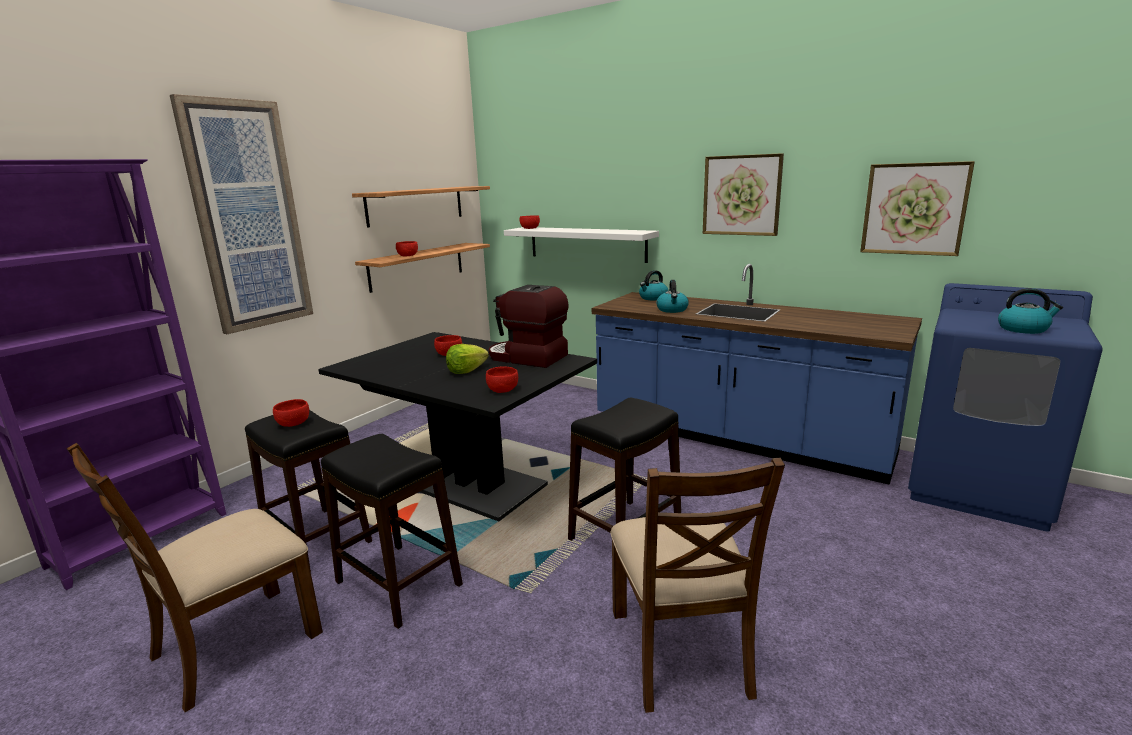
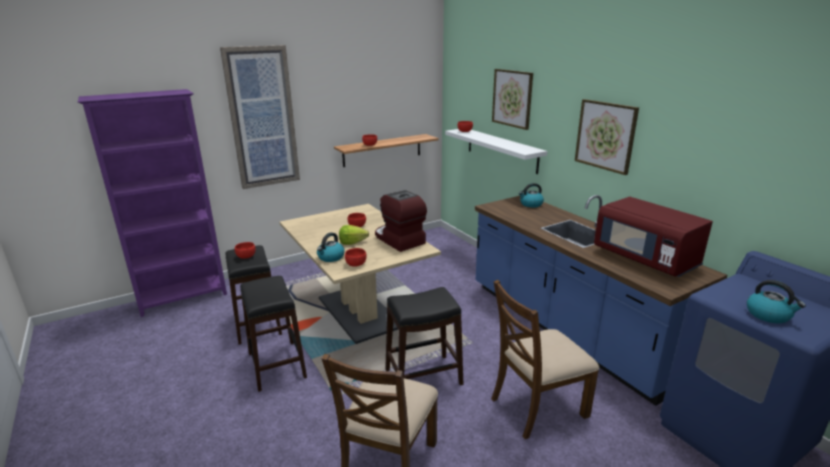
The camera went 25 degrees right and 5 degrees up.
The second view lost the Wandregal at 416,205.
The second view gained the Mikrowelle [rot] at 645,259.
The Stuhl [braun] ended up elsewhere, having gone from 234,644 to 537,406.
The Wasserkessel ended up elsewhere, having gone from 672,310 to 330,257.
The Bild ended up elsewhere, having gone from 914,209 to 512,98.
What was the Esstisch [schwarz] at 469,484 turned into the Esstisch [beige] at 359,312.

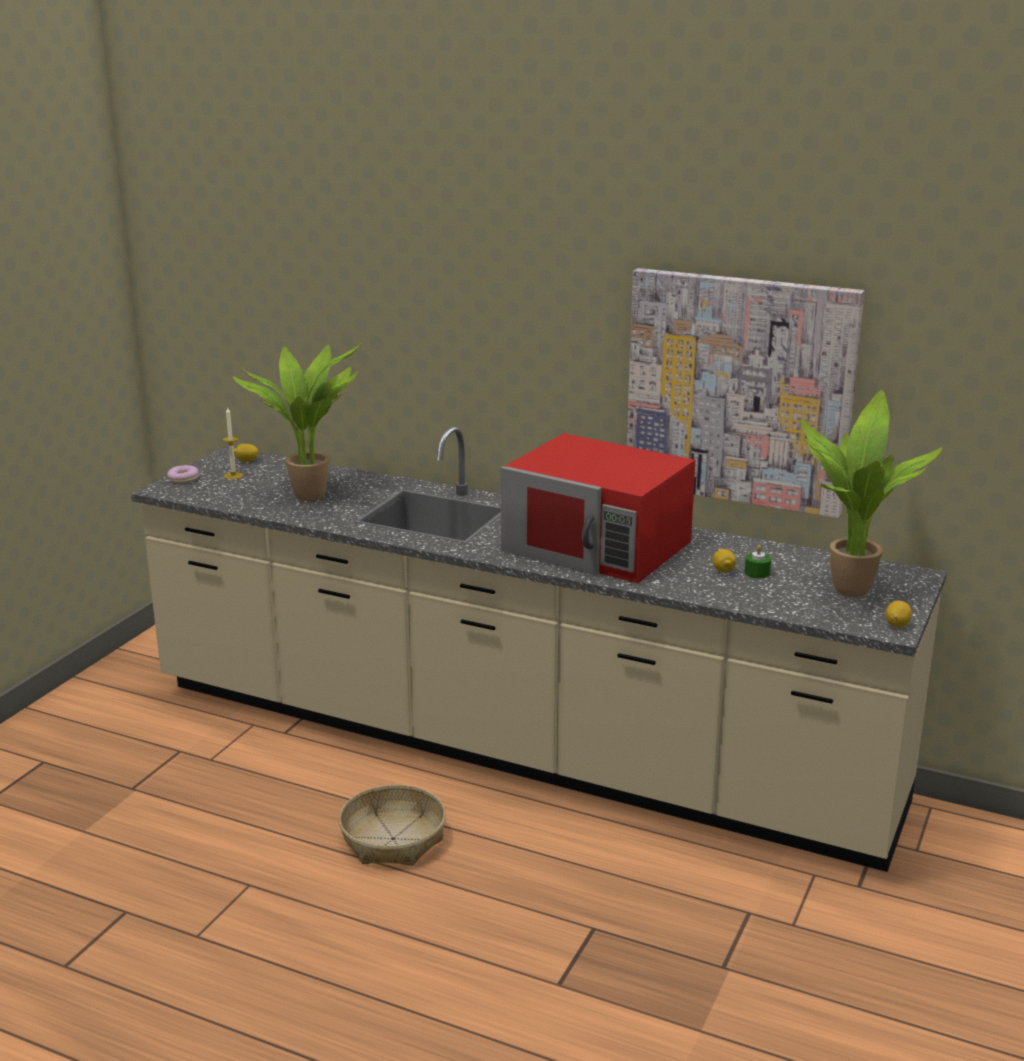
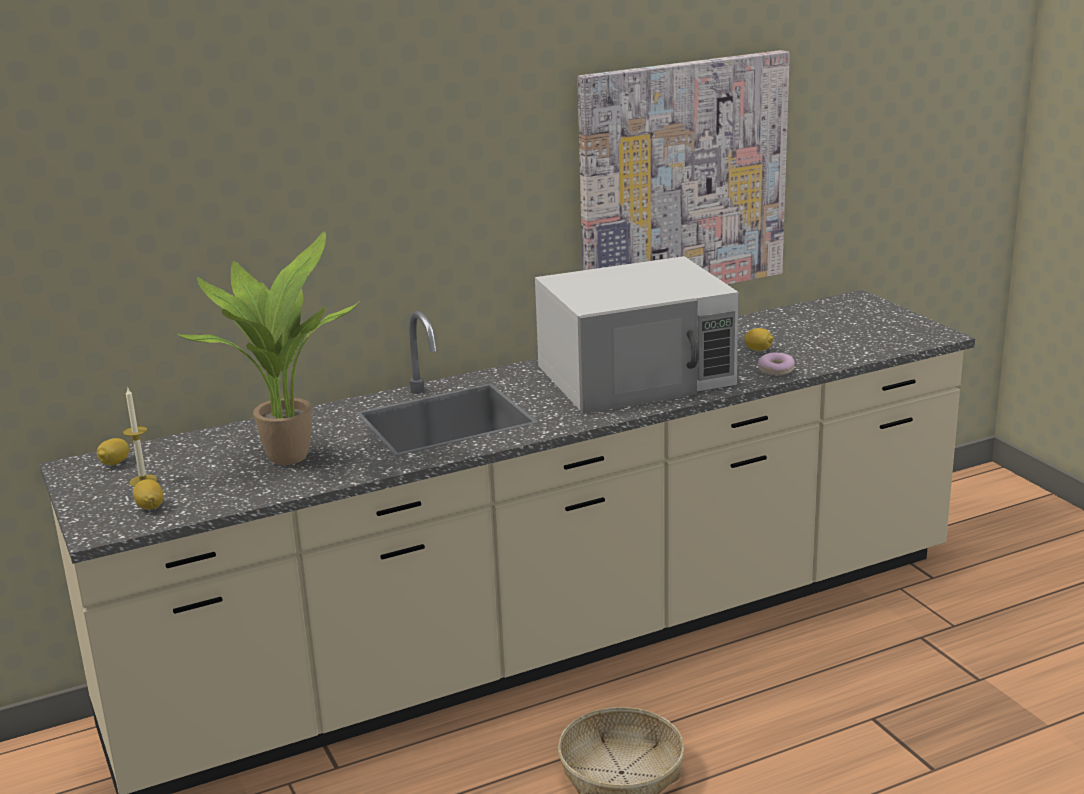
The camera went 50 degrees left and 0 degrees up.
The second view lost the Kerze [grün] at 757,573.
The second view lost the Topfpflanze at 845,589.
The Donut ended up elsewhere, having gone from 183,479 to 775,370.
The Zitrone ended up elsewhere, having gone from 897,624 to 150,507.
What was the Mikrowelle [rot] at 598,546 turned into the Mikrowelle [weiß] at 637,375.

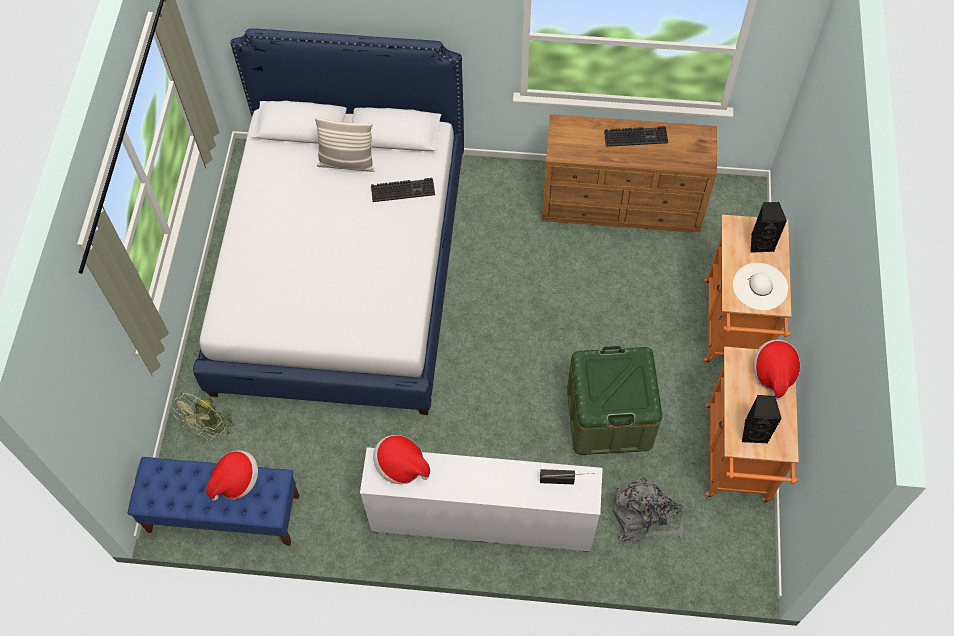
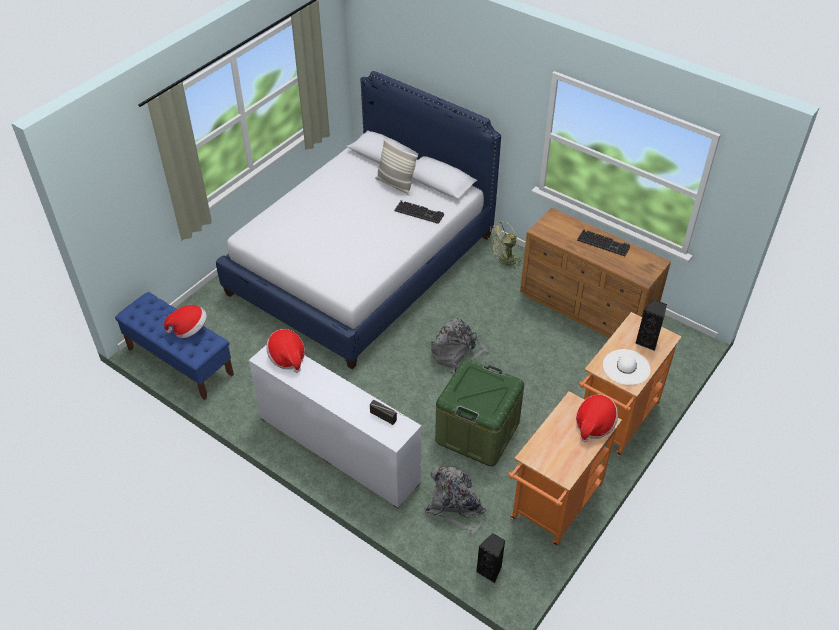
The camera went 30 degrees right and 15 degrees down.
The second view gained the Rucksack [grau] at 456,354.
The Ventilator [grün] ended up elsewhere, having gone from 211,429 to 504,262.
The Lautsprecher [schwarz] ended up elsewhere, having gone from 754,432 to 490,570.

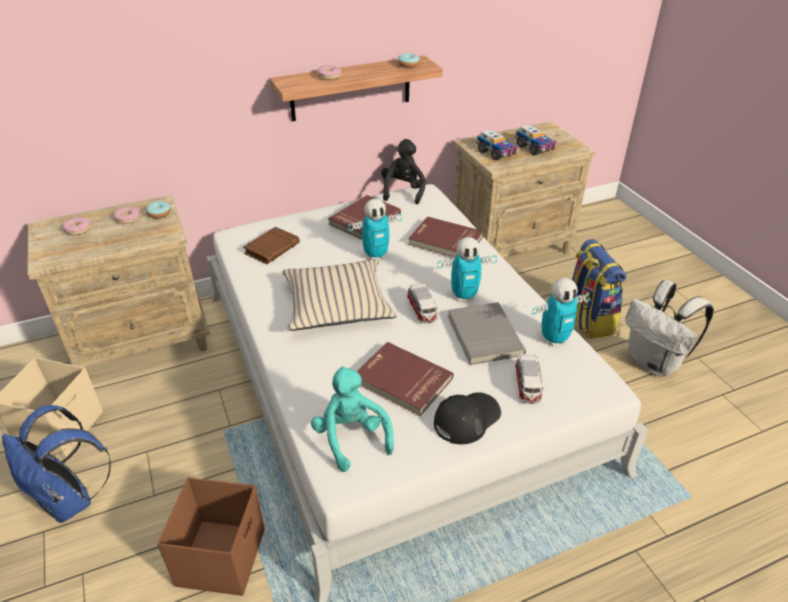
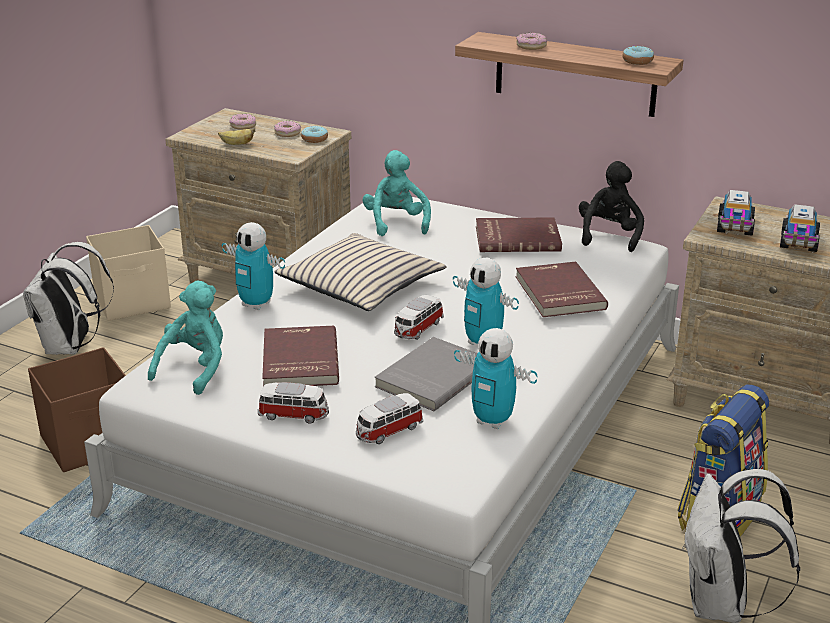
The camera went 50 degrees right and 10 degrees down.
The second view gained the Banane at 236,144.
The Spielzeugroboter ended up elsewhere, having gone from 376,255 to 256,304.
Where the Buch [braun] stood at 272,248, the Plüschtier [türkis] came to stand at 396,223.
Where the Kappe [schwarz] stood at 467,418, the Spielzeugauto came to stand at 294,415.
What was the Rucksack [blau] at 70,500 turned into the Rucksack [weiß] at 71,347.
The Plüschtier [schwarz] at 403,191 ended up facing another way, 45 degrees counterclockwise from before.

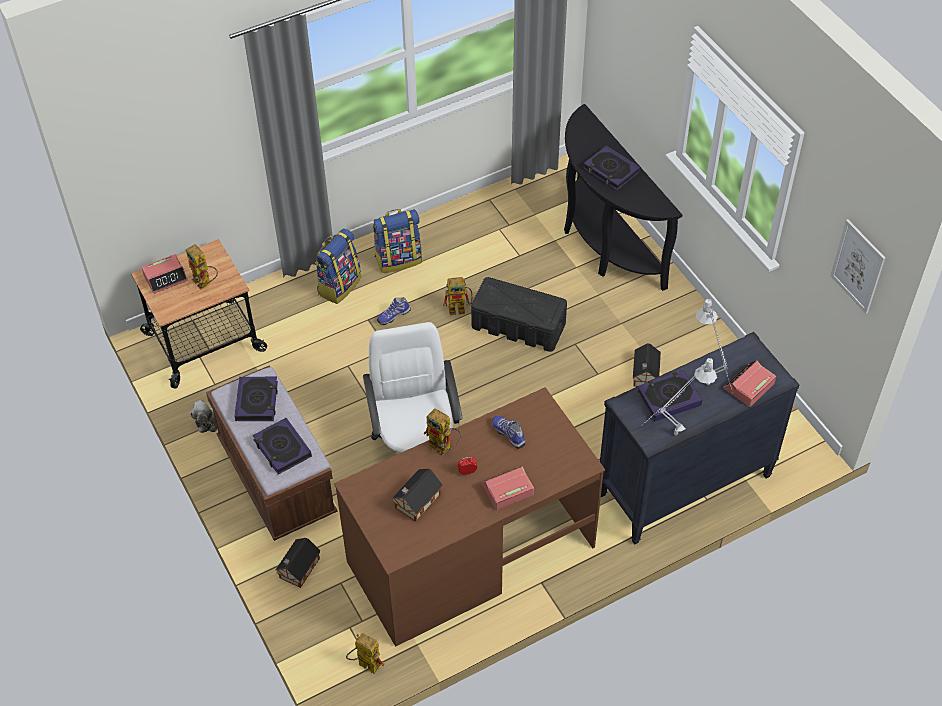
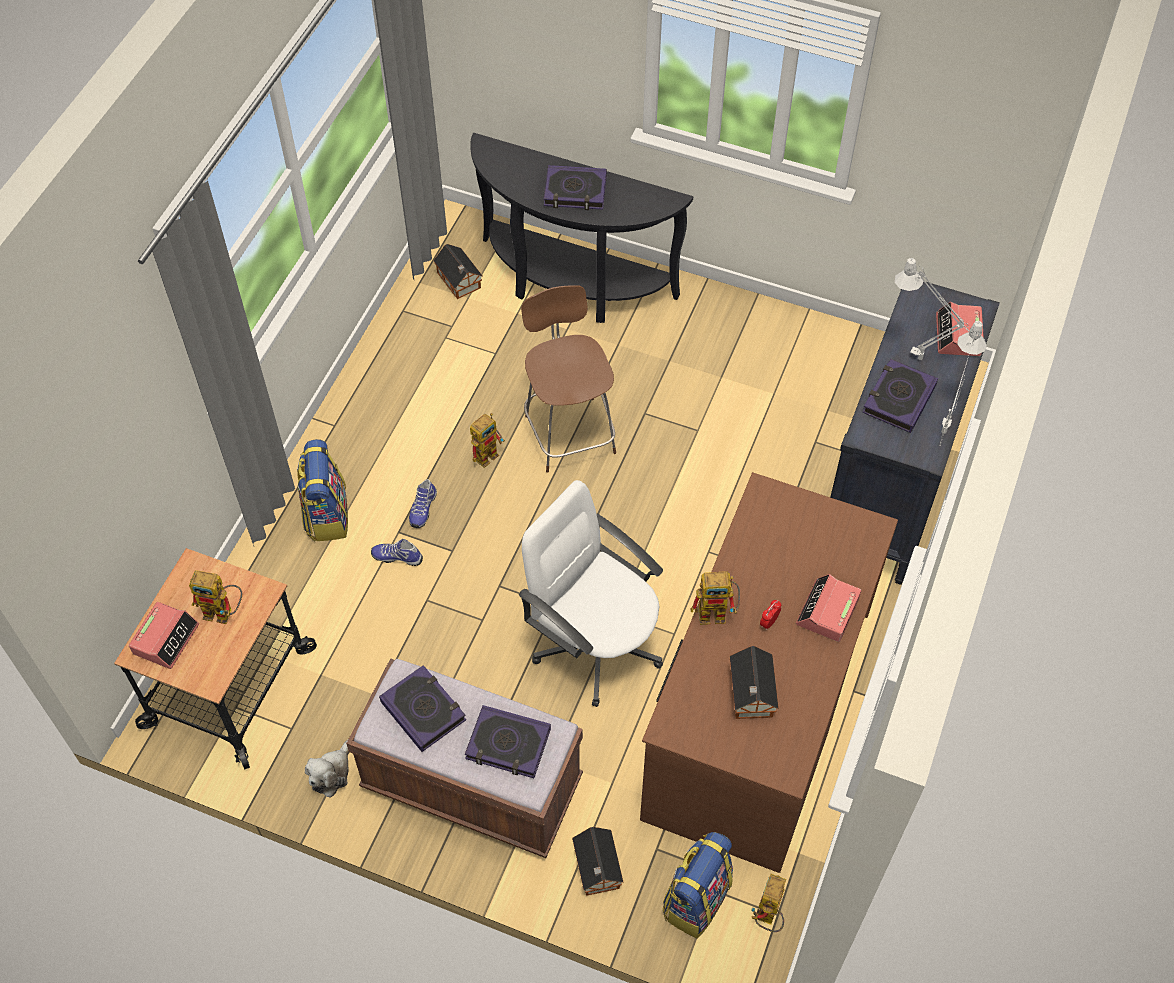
The camera went 40 degrees left and 5 degrees up.
The second view lost the Bild at 858,266.
The Rucksack ended up elsewhere, having gone from 398,259 to 696,899.
The Schuh ended up elsewhere, having gone from 509,433 to 397,556.
The Spielzeughaus ended up elsewhere, having gone from 644,375 to 459,281.
Where the Aufbewahrungsbox [schwarz] stood at 519,326, the Stuhl [braun] came to stand at 569,431.
The Spielzeugroboter at 364,664 ended up facing another way, 60 degrees counterclockwise from before.

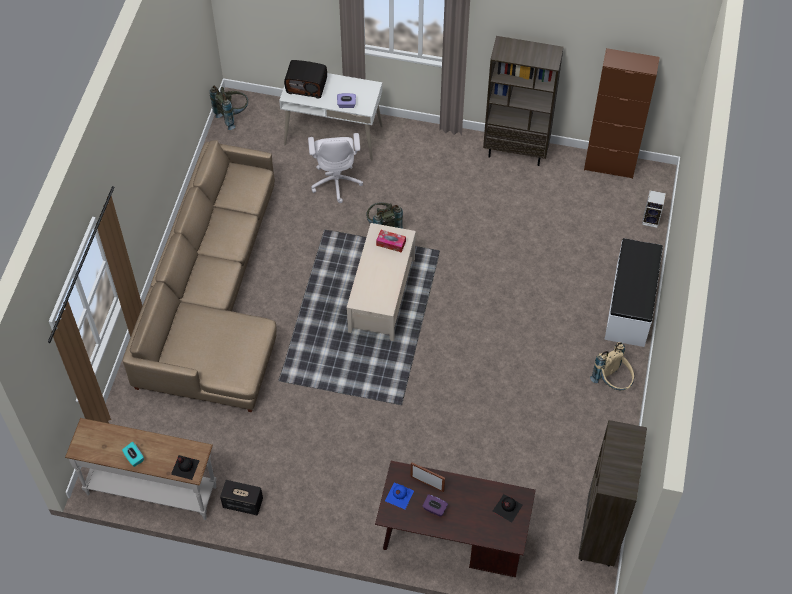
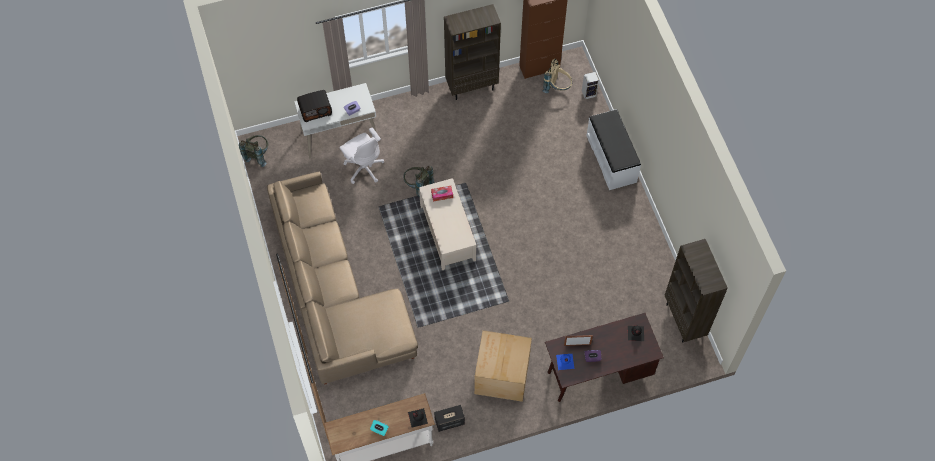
The camera went 30 degrees left and 5 degrees up.
The second view gained the Karton at 501,375.
The Rucksack [beige] ended up elsewhere, having gone from 612,382 to 557,87.

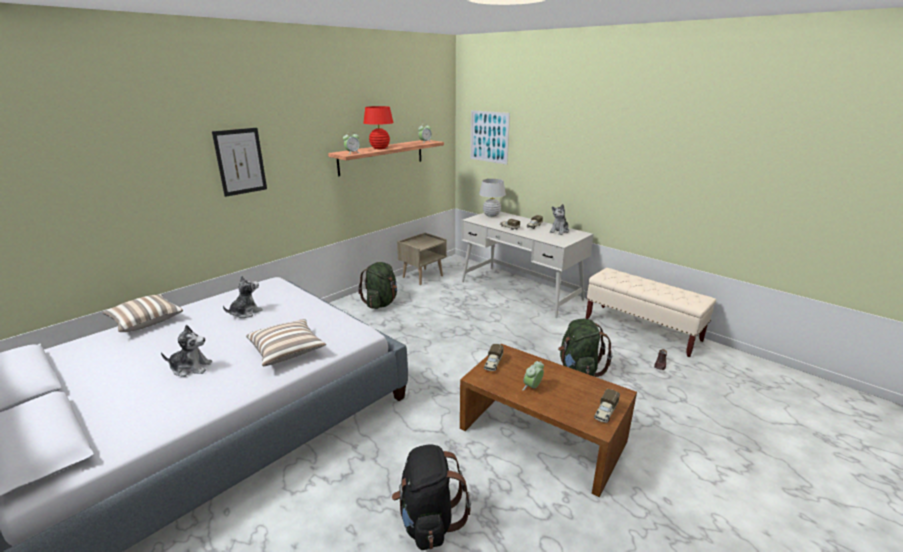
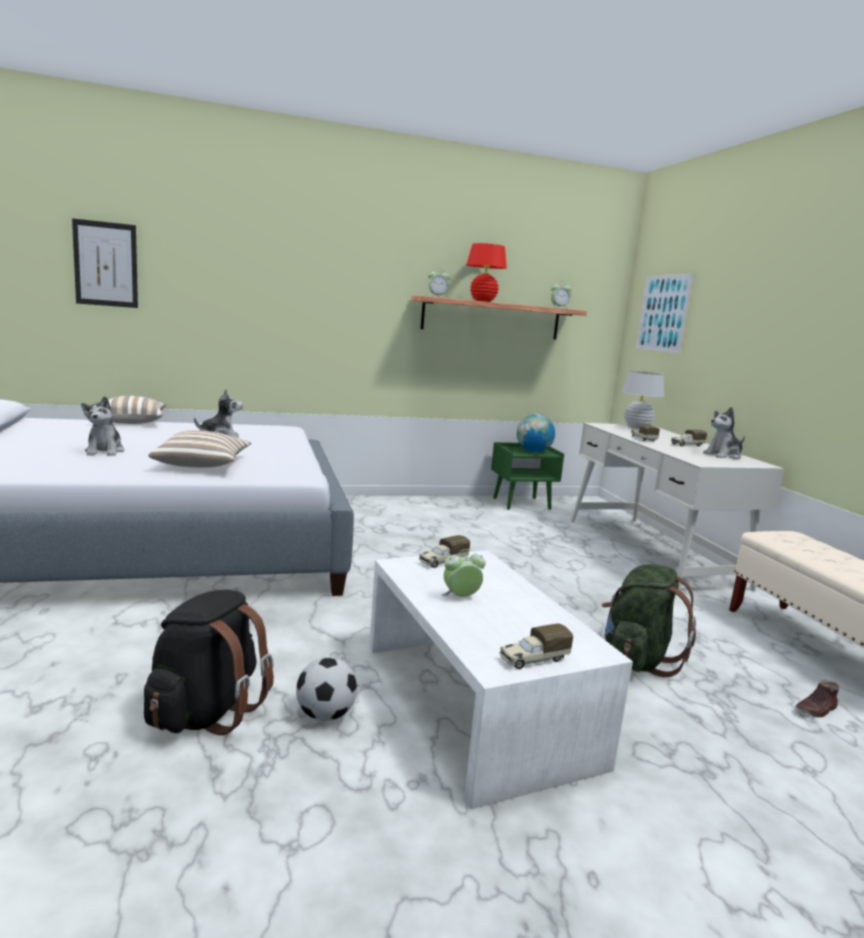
The camera went 30 degrees right and 10 degrees down.
The second view lost the Rucksack [grün] at 381,303.
The second view gained the Fußball at 325,715.
The second view gained the Globus at 533,452.
The Bild ended up elsewhere, having gone from 240,161 to 106,264.
What was the Nachttisch [beige] at 422,276 turned into the Nachttisch [grün] at 522,503.
What was the Couchtisch [braun] at 542,434 turned into the Couchtisch [weiß] at 476,701.
The Plüschtier at 191,368 ended up facing another way, 45 degrees clockwise from before.

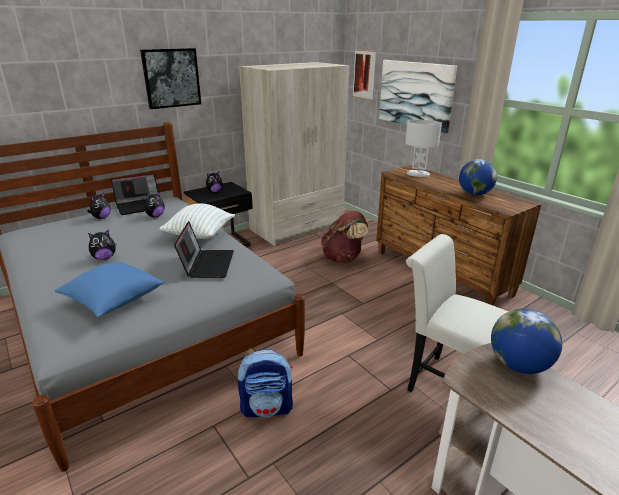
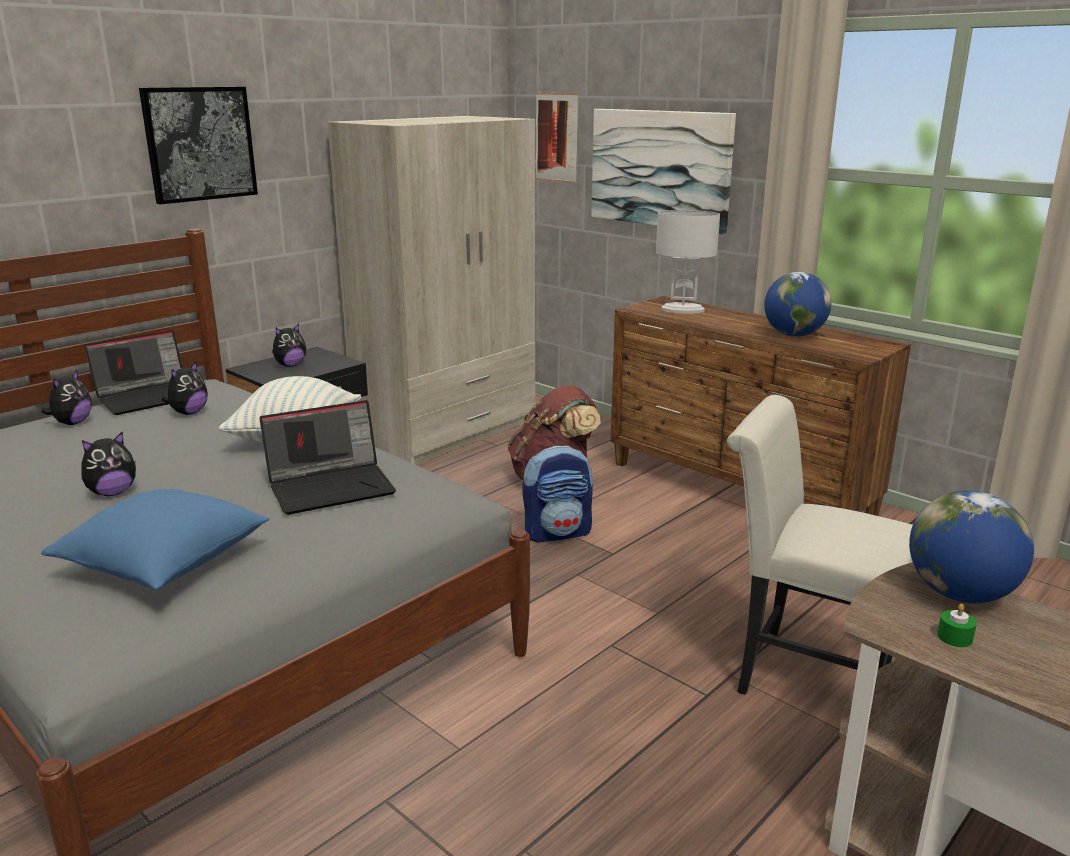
The camera went 10 degrees left and 5 degrees down.
The second view gained the Kerze [grün] at 954,637.
The Rucksack ended up elsewhere, having gone from 267,407 to 557,532.
The Laptop at 207,264 ended up facing another way, 75 degrees clockwise from before.

